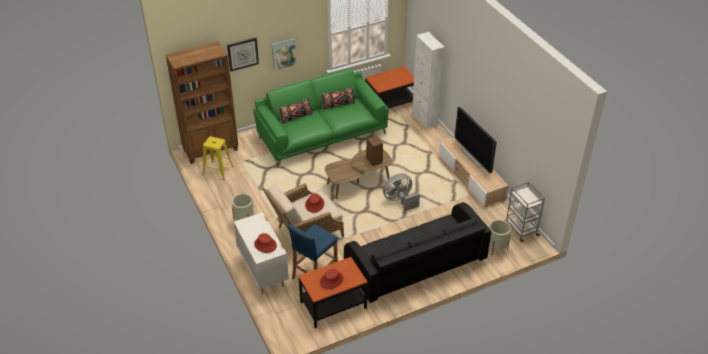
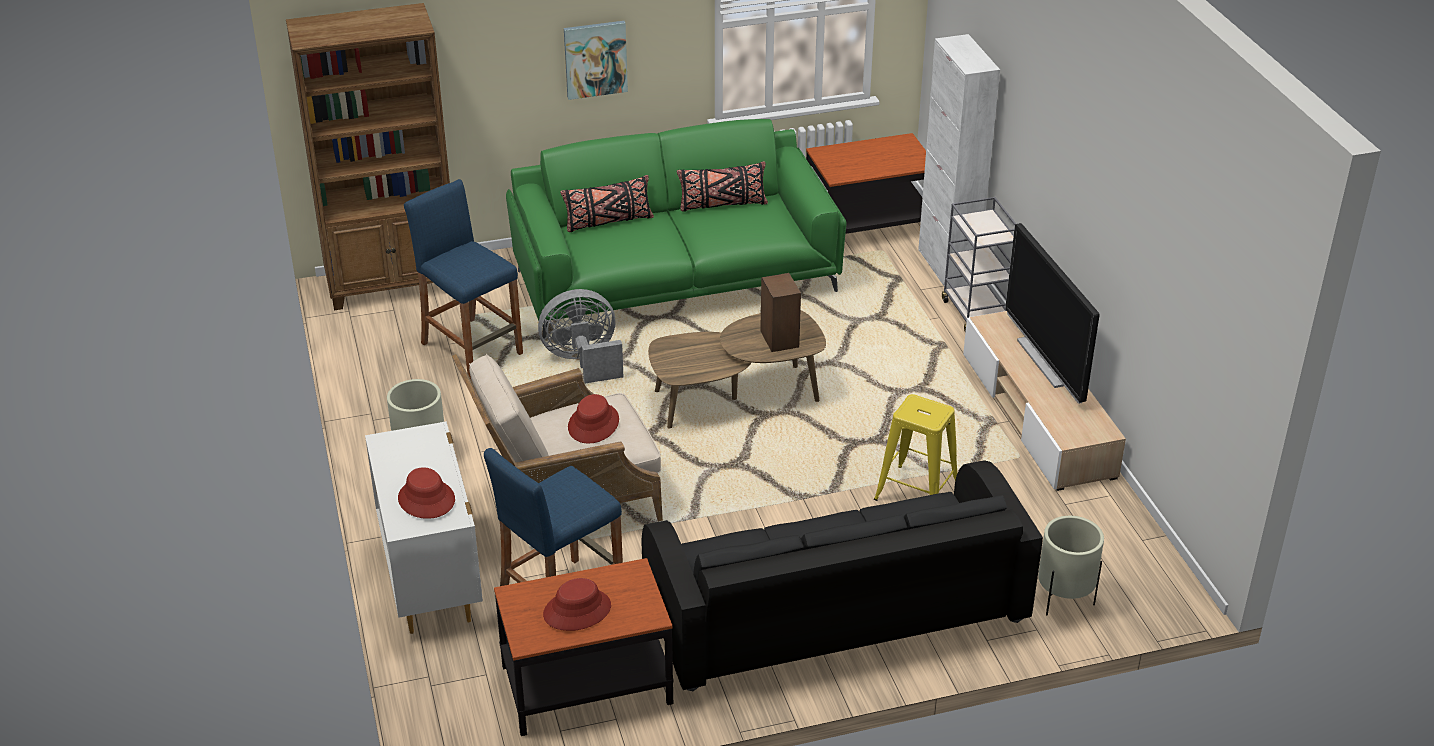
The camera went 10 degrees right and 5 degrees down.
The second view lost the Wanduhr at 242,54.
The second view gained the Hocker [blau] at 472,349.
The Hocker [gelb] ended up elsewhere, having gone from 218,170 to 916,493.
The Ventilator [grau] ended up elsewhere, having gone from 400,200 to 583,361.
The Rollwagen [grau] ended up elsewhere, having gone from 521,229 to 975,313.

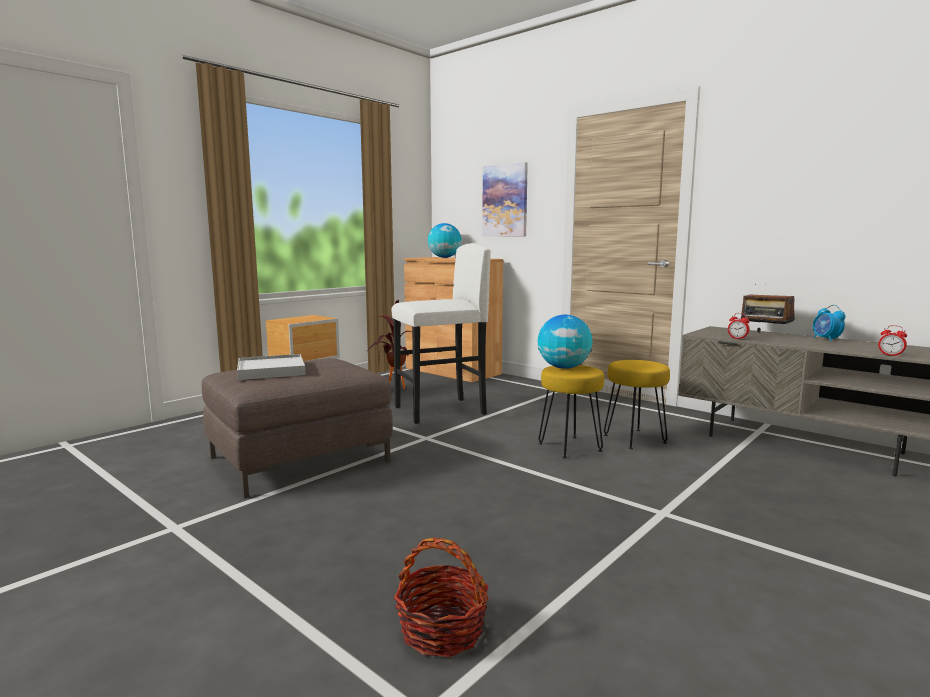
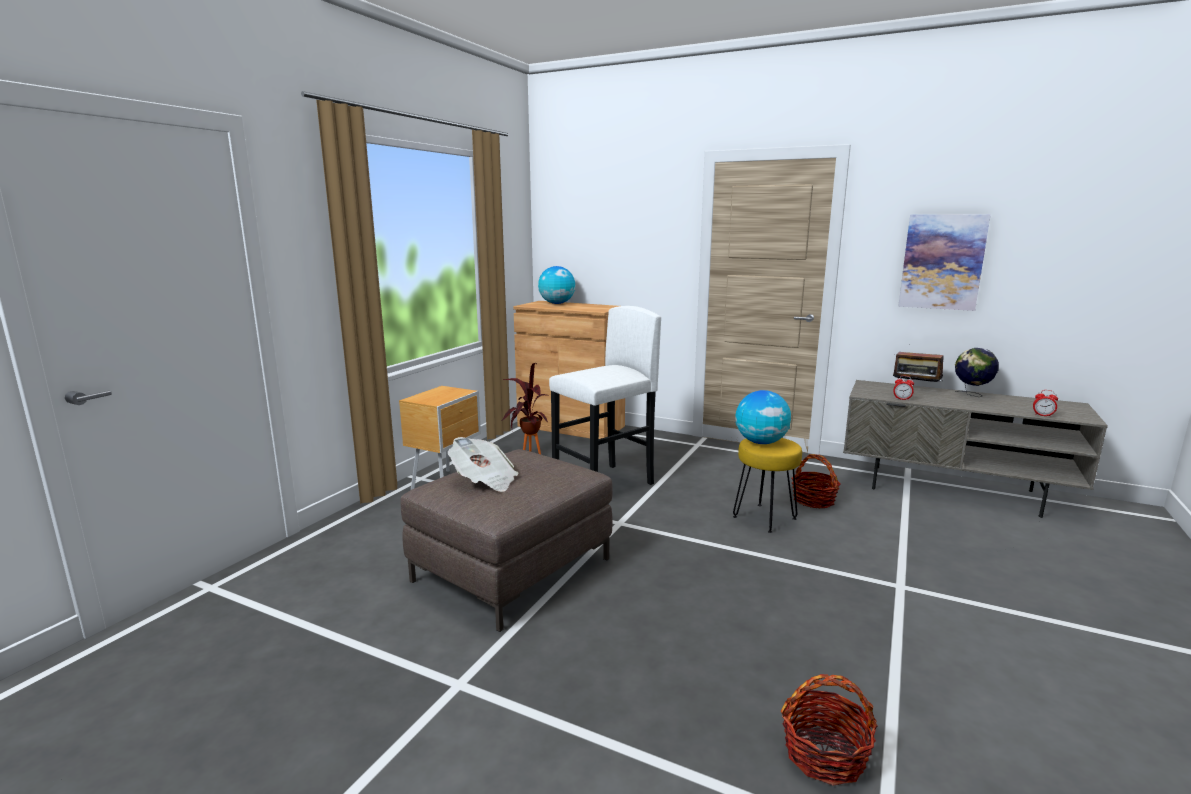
The camera went 15 degrees left and 5 degrees up.
The Bild ended up elsewhere, having gone from 505,201 to 942,262.
Where the Tablett [weiß] stood at 271,370, the Zeitung came to stand at 484,481.
Where the Hocker [gelb] stood at 635,439, the Korb came to stand at 814,500.
Where the Wecker stood at 826,339, the Globus came to stand at 971,395.

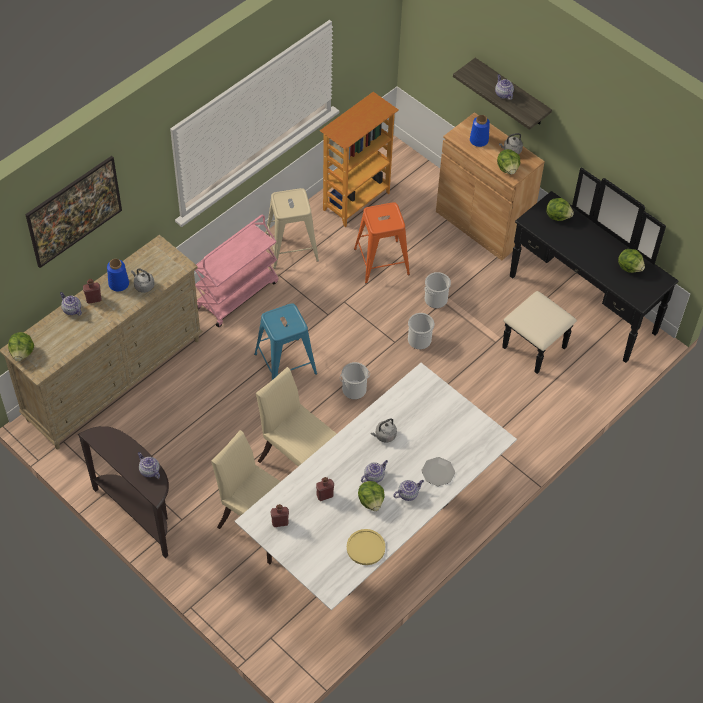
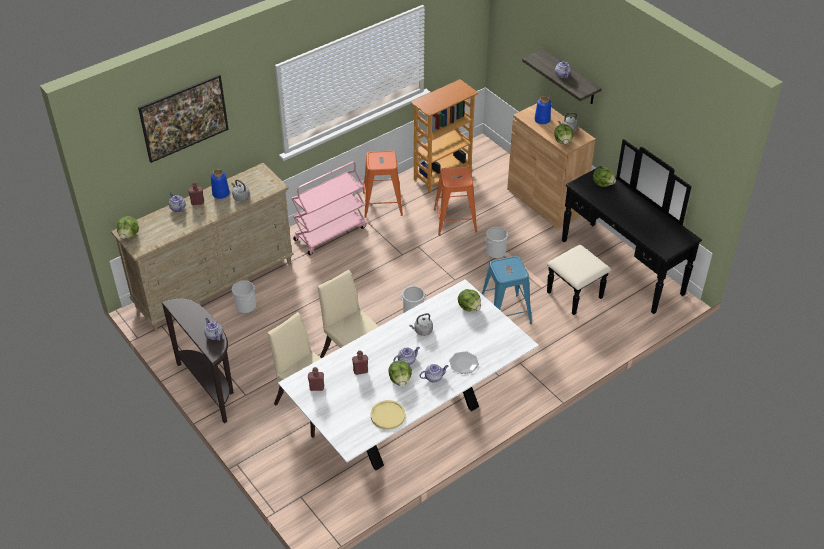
The camera went 10 degrees right and 10 degrees down.
The Hocker [blau] ended up elsewhere, having gone from 286,364 to 505,313.
The Eimer ended up elsewhere, having gone from 419,340 to 246,306.
The Salatkopf ended up elsewhere, having gone from 629,267 to 469,307.
What was the Hocker [beige] at 291,247 turned into the Hocker [orange] at 382,204.

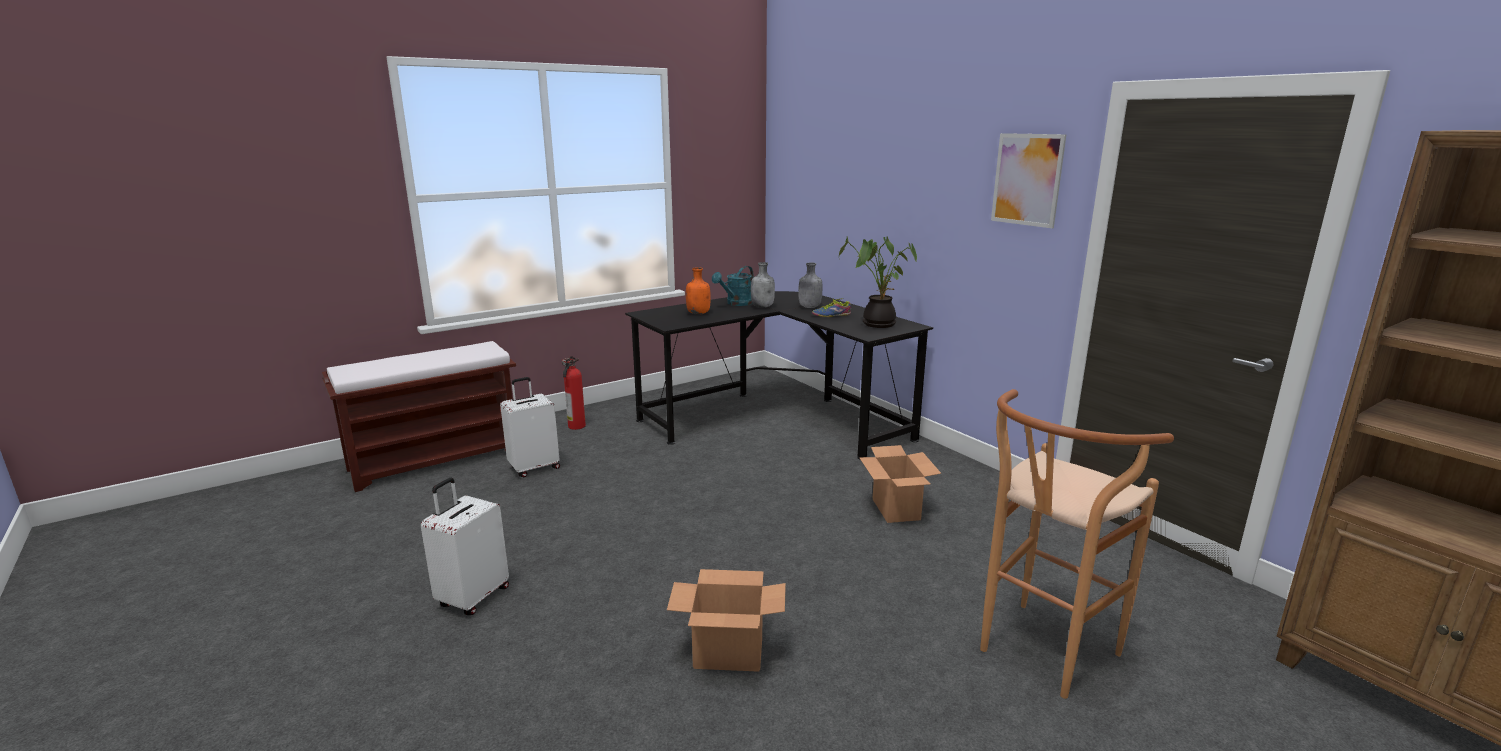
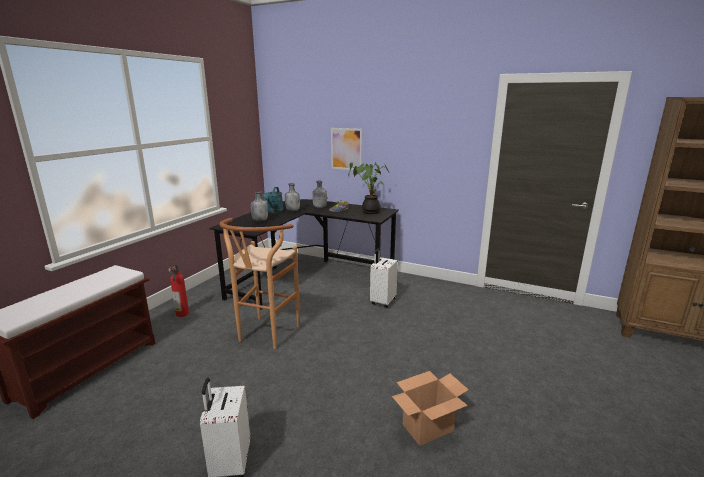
The camera went 30 degrees left and 0 degrees up.
The second view lost the Karton at 896,509.
The Koffer [weiß] ended up elsewhere, having gone from 534,468 to 382,301.
The Hocker [braun] ended up elsewhere, having gone from 1039,656 to 265,336.
The Bild ended up elsewhere, having gone from 1027,179 to 346,149.
What was the Flasche [orange] at 698,313 turned into the Flasche [grau] at 260,221.

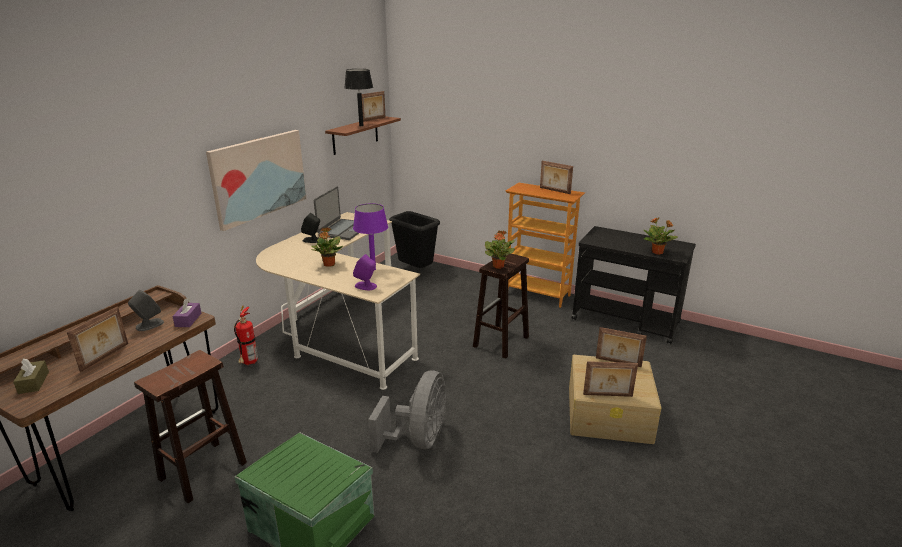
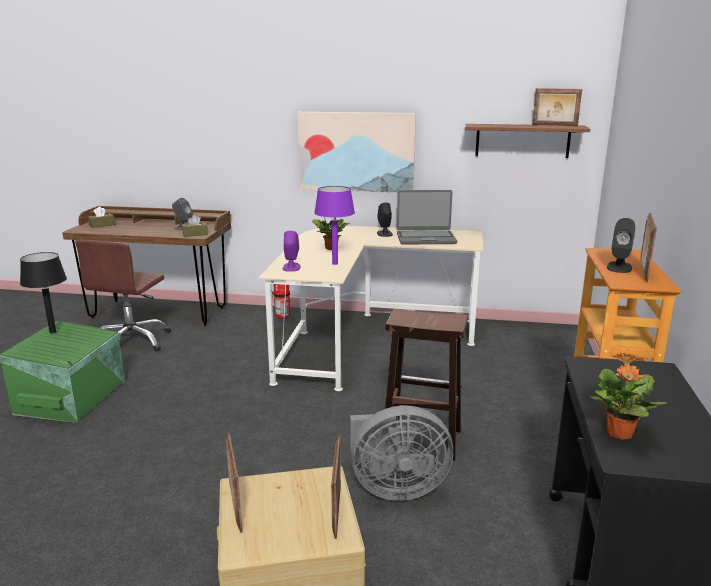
The camera went 70 degrees right and 5 degrees down.
The second view lost the Bilderrahmen at 105,357.
The second view lost the Mülleimer [schwarz] at 416,271.
The second view lost the Topfpflanze at 498,266.
The second view gained the Lautsprecher [schwarz] at 619,267.
The Tischlampe [schwarz] ended up elsewhere, having gone from 361,126 to 52,332.
The Ventilator [grau] ended up elsewhere, having gone from 418,439 to 395,488.
Where the Hocker [braun] stood at 202,472, the Bürostuhl [braun] came to stand at 132,342.
What was the Taschentuchbox [lila] at 188,320 turned into the Taschentuchbox [braun] at 195,234.

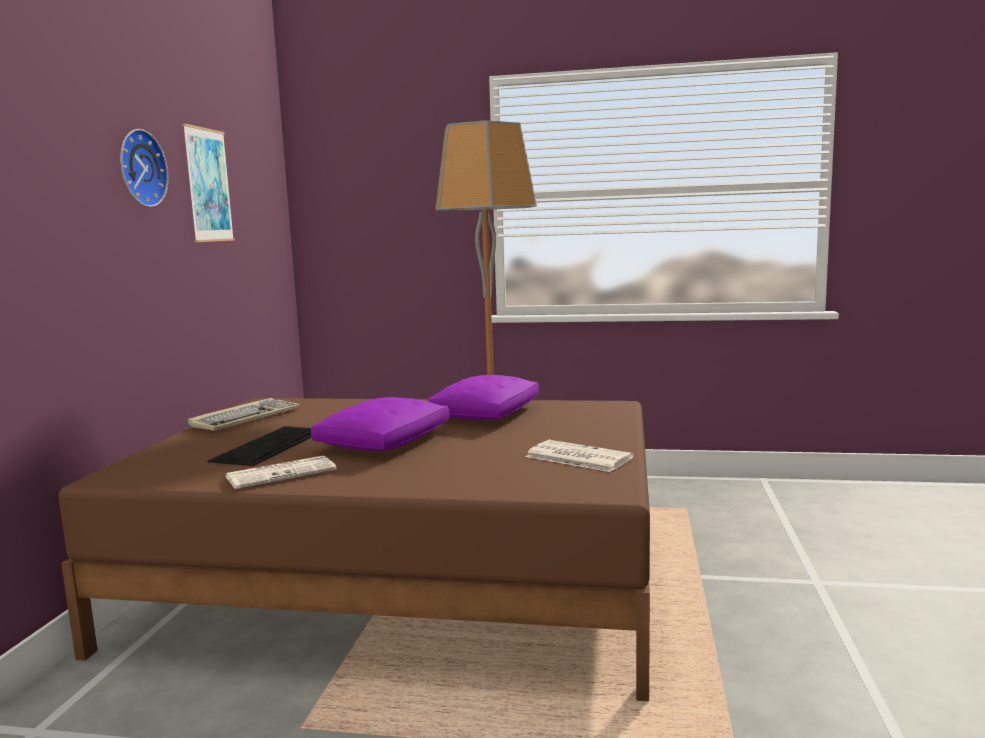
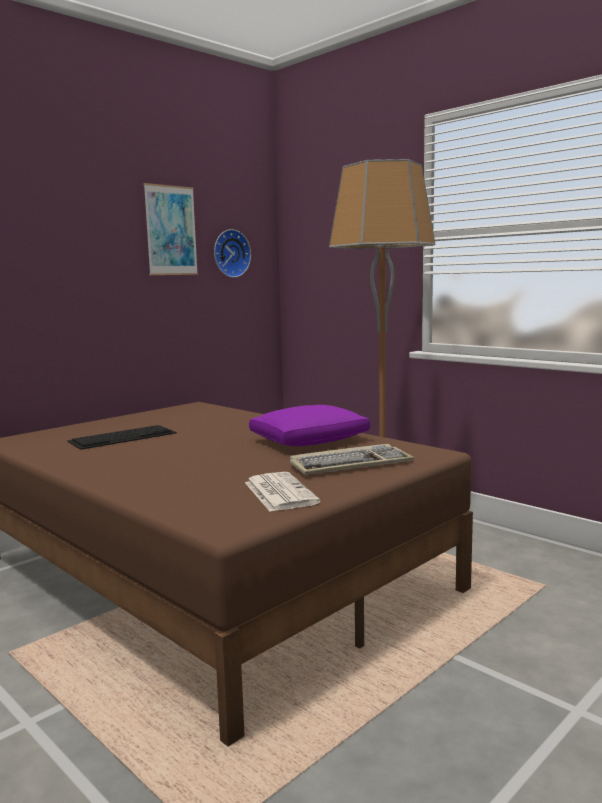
The camera went 35 degrees right and 0 degrees up.
The second view lost the Zeitung at 282,473.
The second view lost the Kissen [lila] at 385,442.
The Wanduhr ended up elsewhere, having gone from 139,168 to 230,253.
The Tastatur ended up elsewhere, having gone from 246,418 to 350,464.

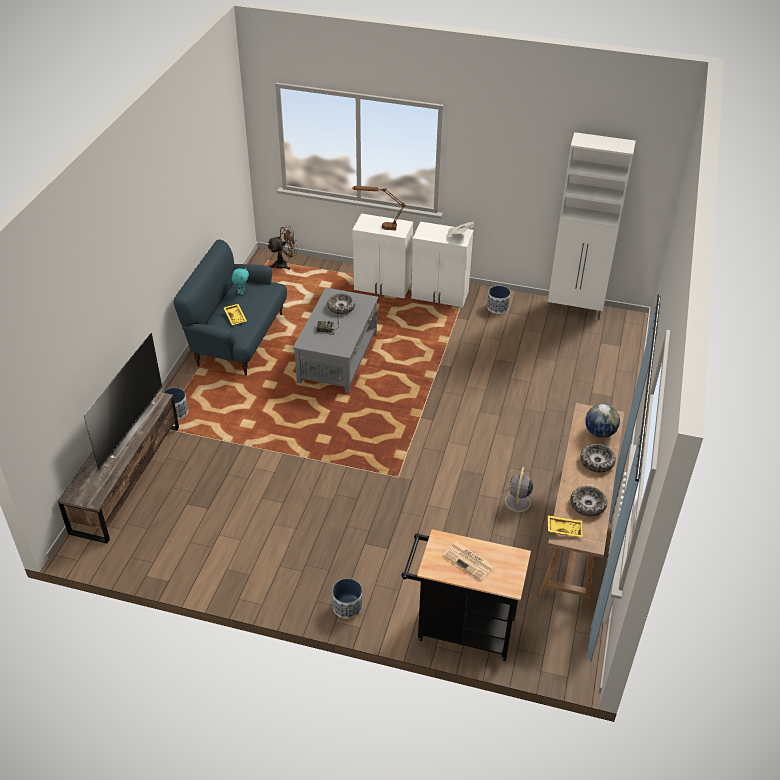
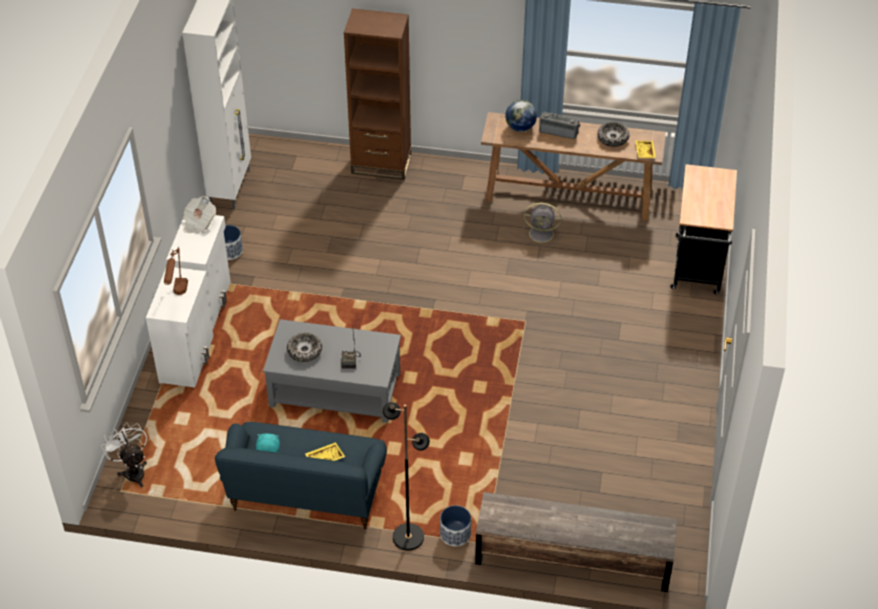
The camera went 95 degrees left and 5 degrees up.
The second view lost the Fernseher at 127,427.
The second view lost the Pflanzkübel at 347,607.
The second view lost the Zeitung at 470,561.
The second view gained the Bücherregal [braun] at 381,164.
The second view gained the Stehlampe [schwarz] at 408,536.
Where the Schüssel stood at 597,462, the Radio came to stand at 559,131.
What was the Ventilator [braun] at 284,264 turned into the Ventilator [weiß] at 133,470.

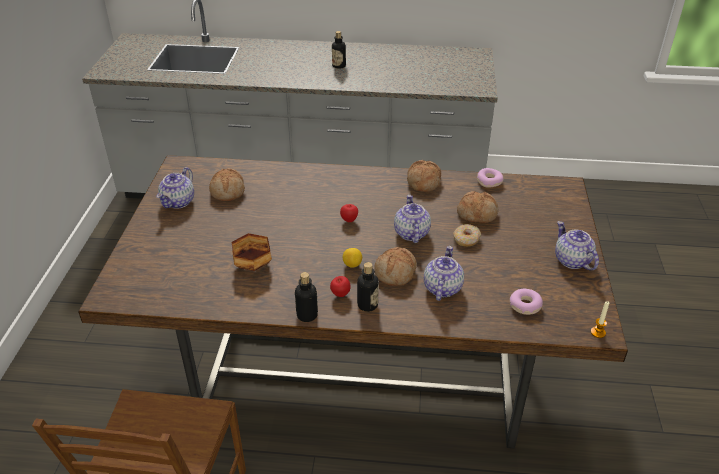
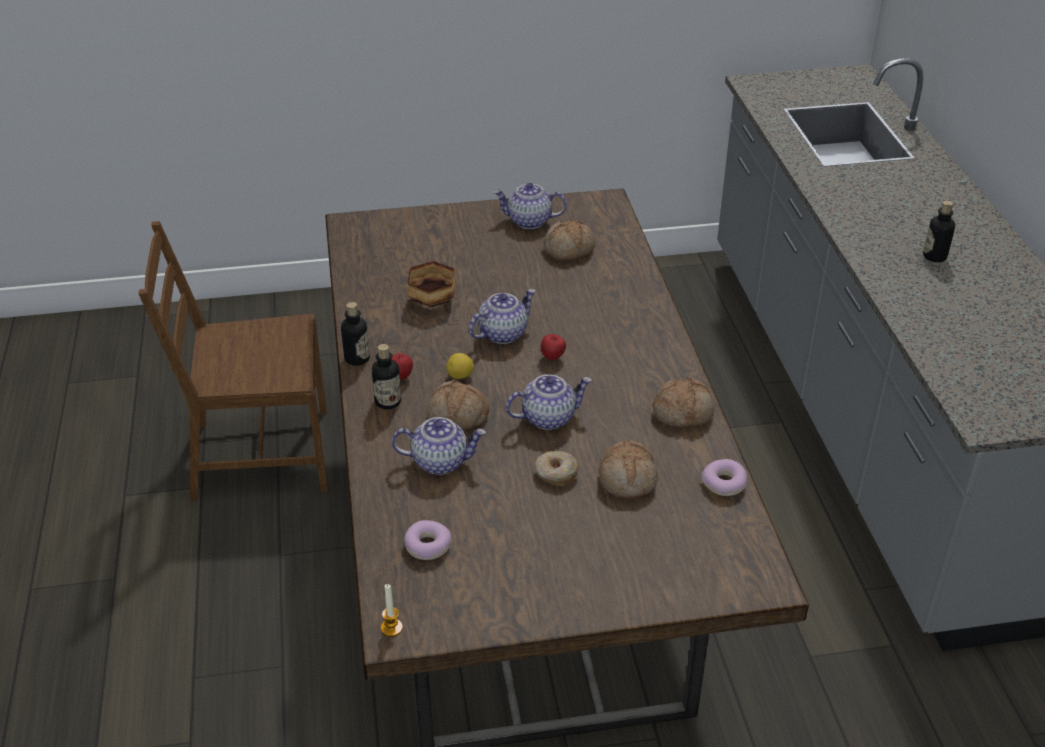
The camera went 75 degrees right and 0 degrees up.
The Teekanne ended up elsewhere, having gone from 571,260 to 502,333.

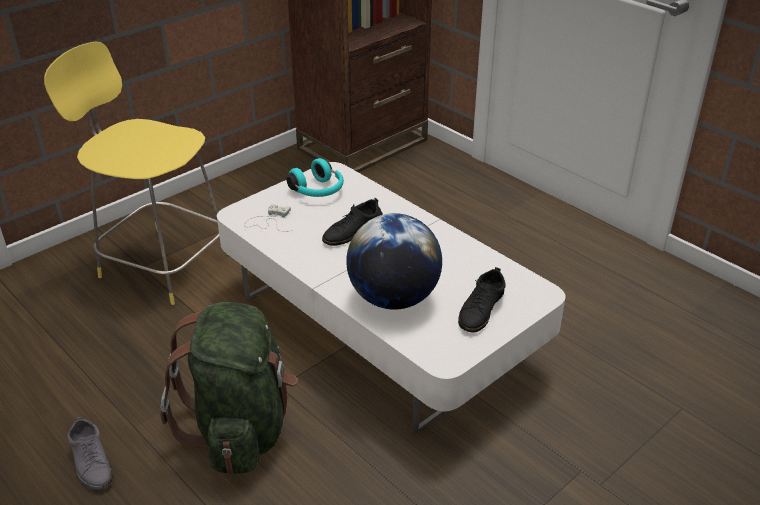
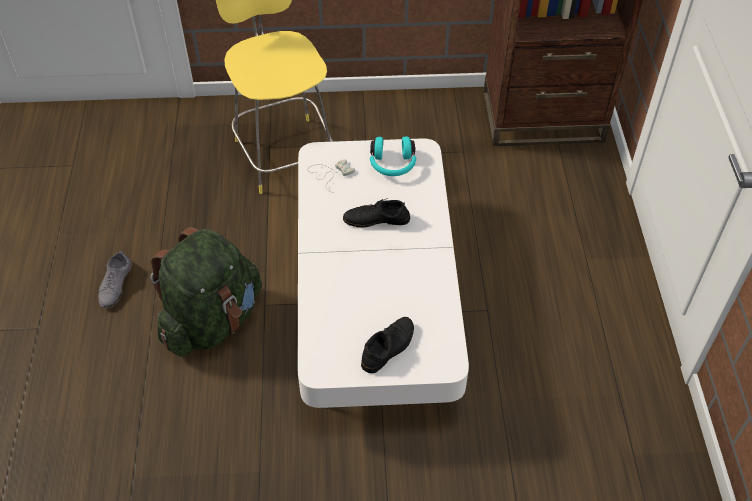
The camera went 40 degrees right and 15 degrees up.
The second view lost the Globus at 394,298.
The Schuh [schwarz] at 481,309 ended up facing another way, 150 degrees clockwise from before.

